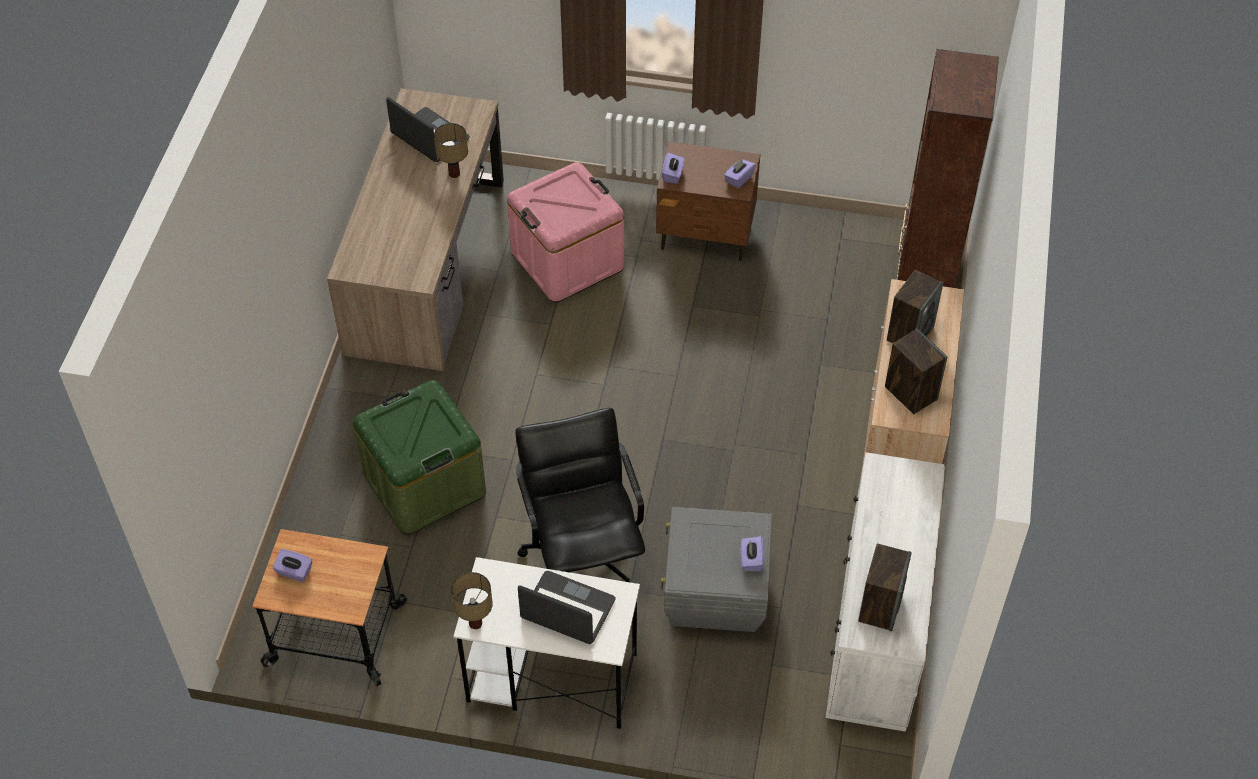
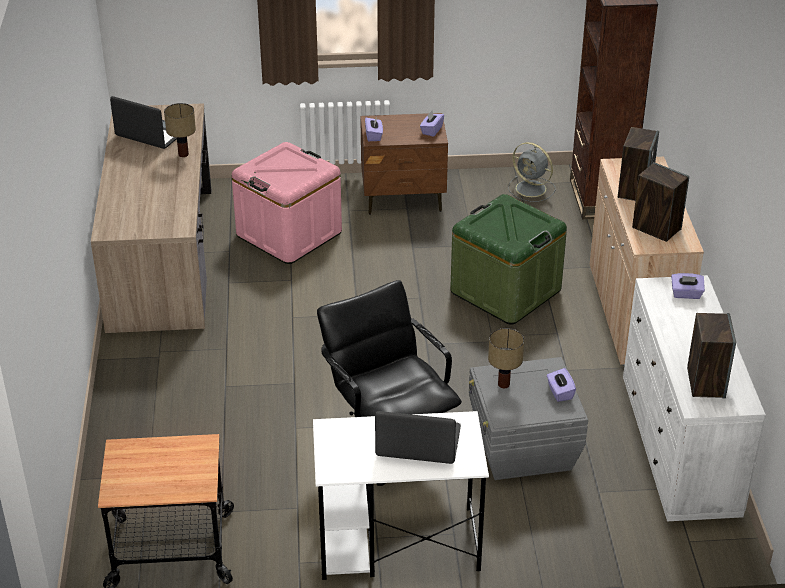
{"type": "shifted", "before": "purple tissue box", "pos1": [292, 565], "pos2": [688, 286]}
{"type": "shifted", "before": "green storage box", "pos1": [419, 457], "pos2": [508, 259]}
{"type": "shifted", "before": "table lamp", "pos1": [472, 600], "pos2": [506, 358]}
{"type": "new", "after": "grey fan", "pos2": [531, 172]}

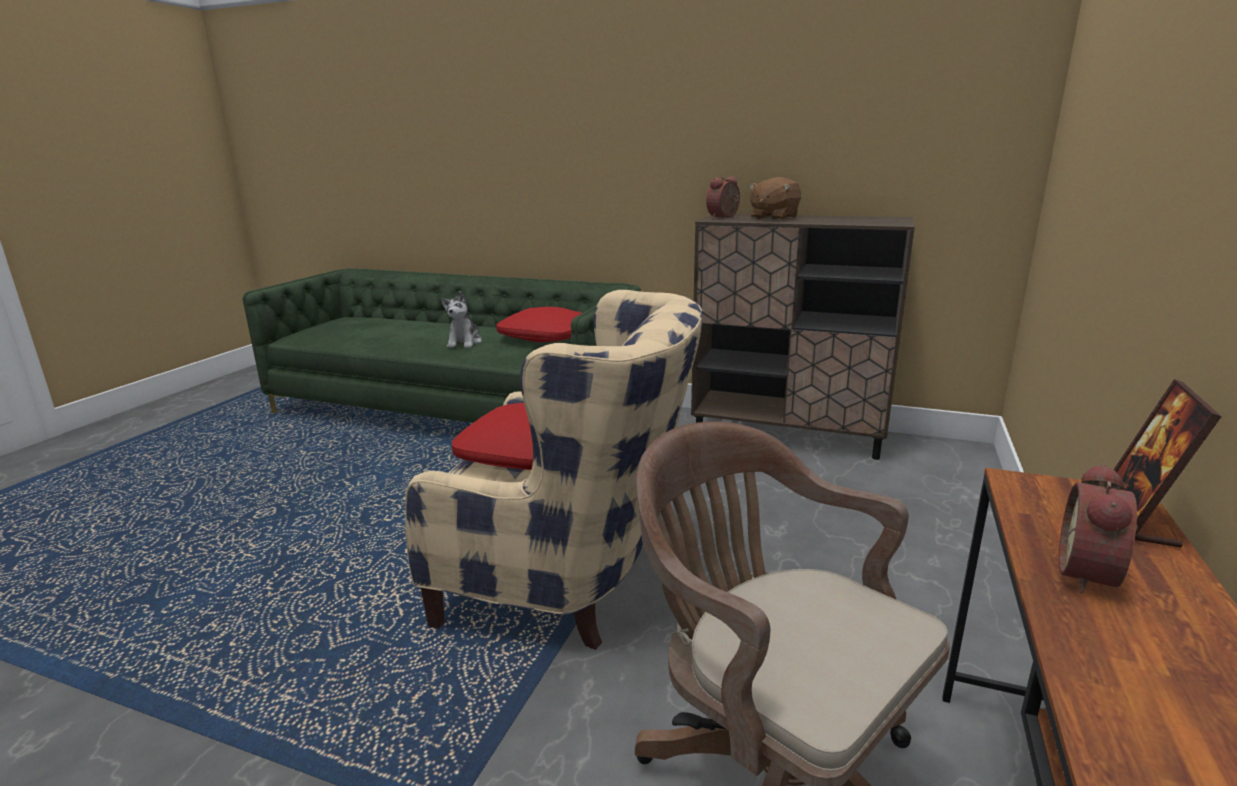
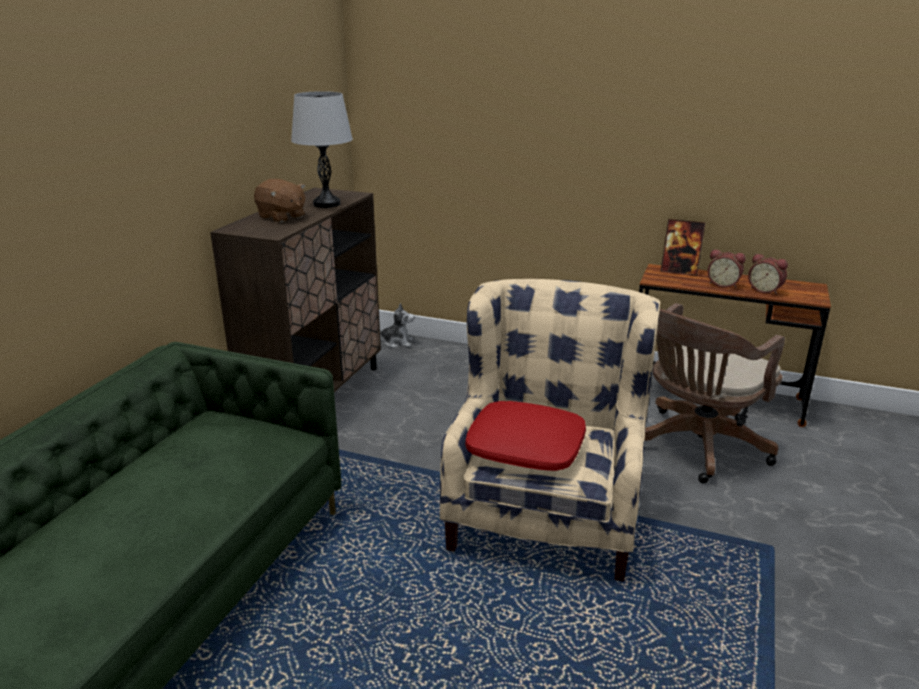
{"type": "shifted", "before": "plush toy", "pos1": [461, 319], "pos2": [397, 325]}
{"type": "gone", "before": "red pillow", "pos1": [539, 324]}
{"type": "shifted", "before": "alarm clock", "pos1": [723, 197], "pos2": [768, 274]}
{"type": "new", "after": "grey table lamp", "pos2": [322, 149]}

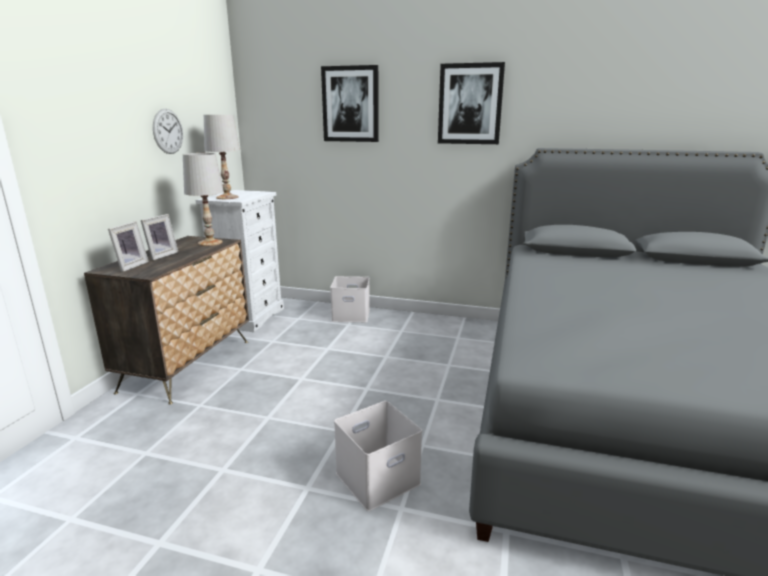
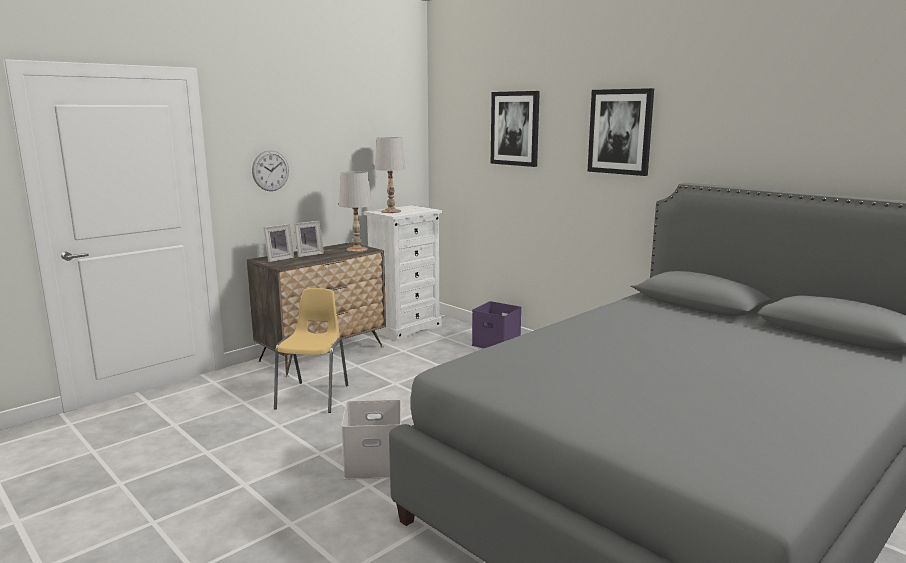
{"type": "shifted", "before": "wall clock", "pos1": [168, 131], "pos2": [270, 170]}
{"type": "repainted", "before": "white storage box", "after": "purple storage box", "pos1": [350, 299], "pos2": [497, 324]}
{"type": "new", "after": "yellow chair", "pos2": [311, 350]}

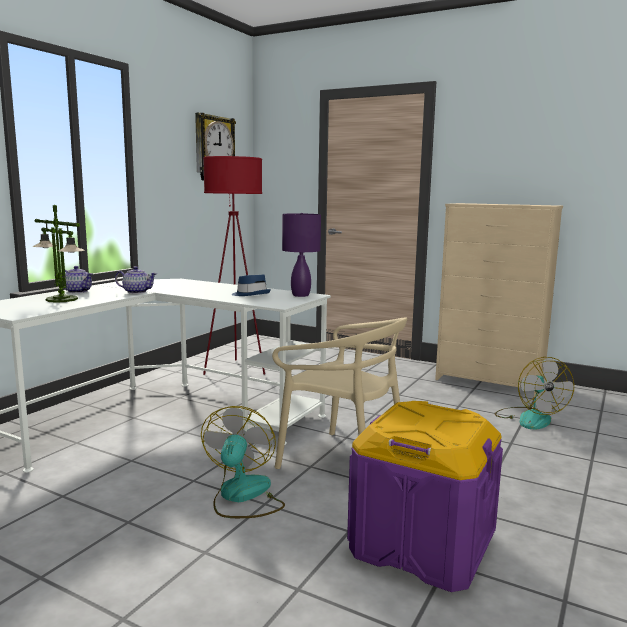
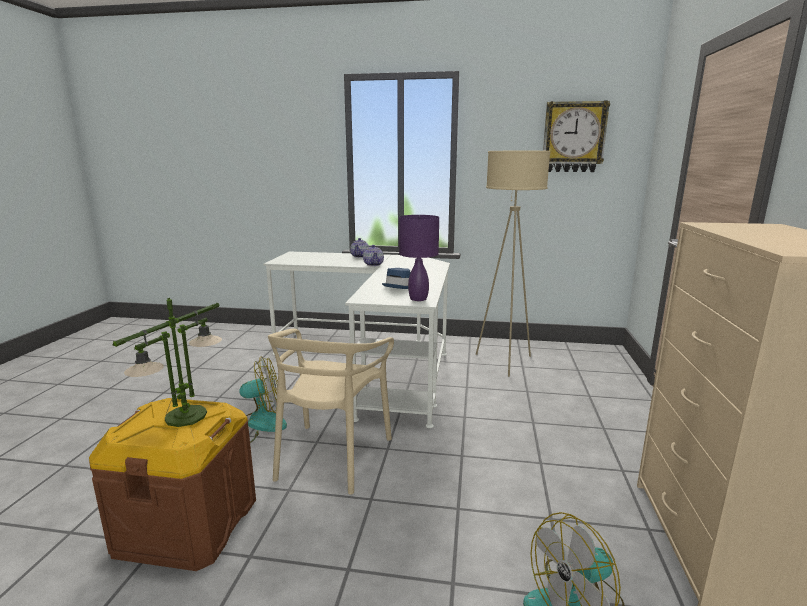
{"type": "shifted", "before": "table lamp", "pos1": [58, 254], "pos2": [167, 362]}
{"type": "repainted", "before": "red floor lamp", "after": "beige floor lamp", "pos1": [234, 265], "pos2": [513, 264]}
{"type": "repainted", "before": "purple storage box", "after": "brown storage box", "pos1": [425, 496], "pos2": [172, 484]}

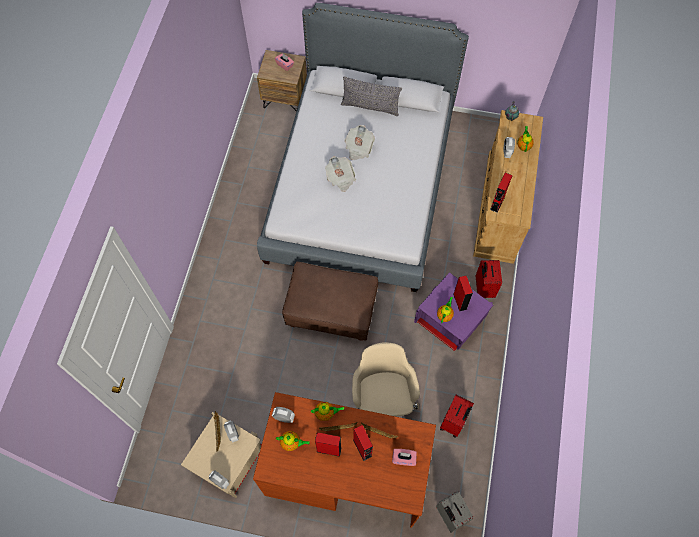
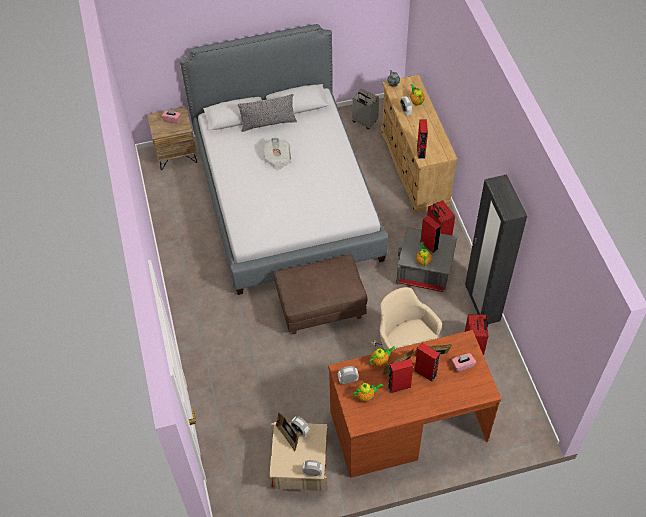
{"type": "gone", "before": "newspaper", "pos1": [340, 174]}
{"type": "repainted", "before": "purple storage box", "after": "grey storage box", "pos1": [453, 311], "pos2": [426, 259]}
{"type": "shifted", "before": "grey suitcase", "pos1": [455, 512], "pos2": [365, 109]}
{"type": "new", "after": "black wardrobe", "pos2": [496, 249]}

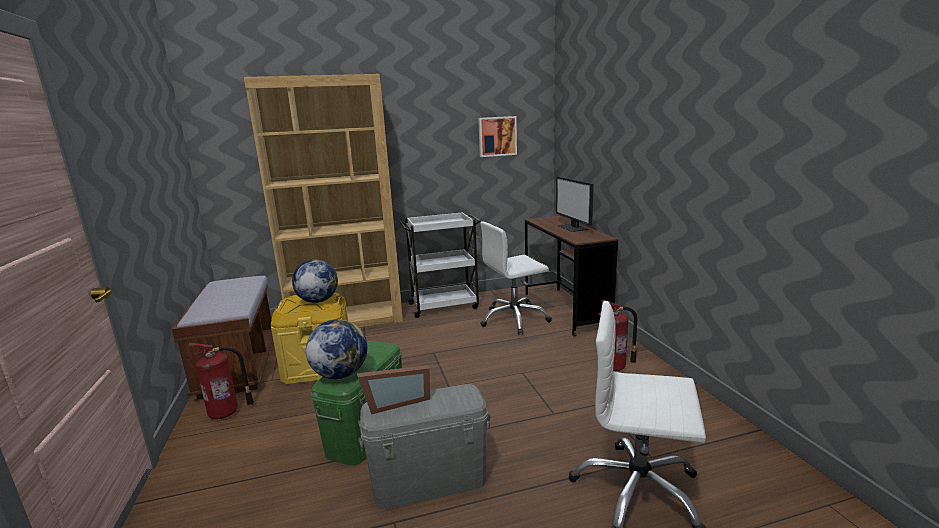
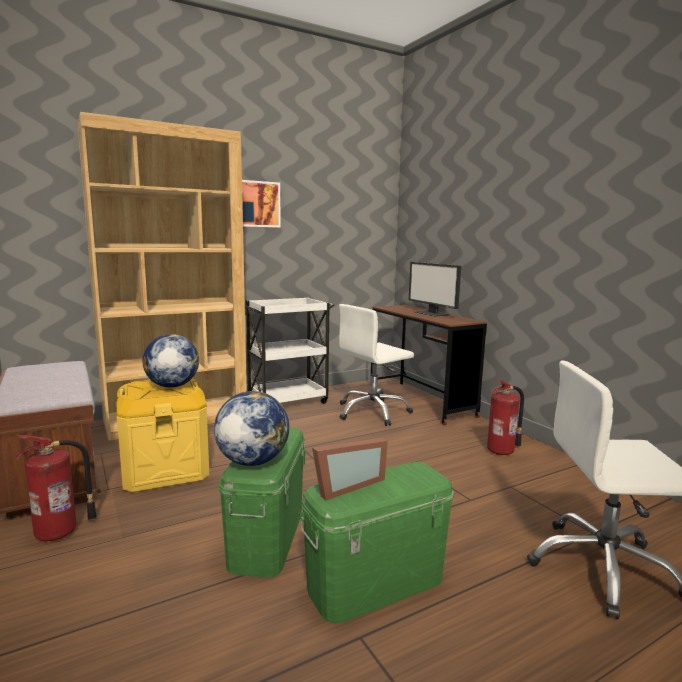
{"type": "repainted", "before": "grey storage box", "after": "green storage box", "pos1": [424, 446], "pos2": [376, 543]}
{"type": "shifted", "before": "picture", "pos1": [497, 136], "pos2": [261, 204]}

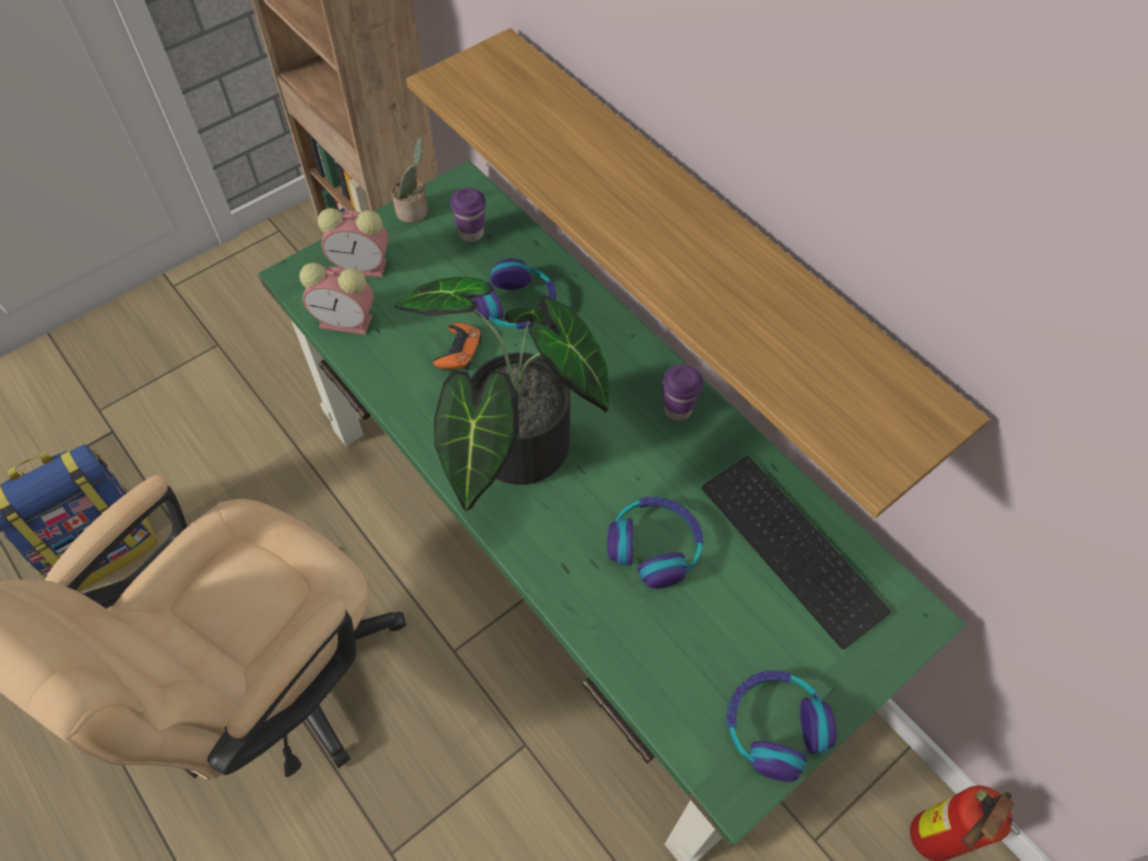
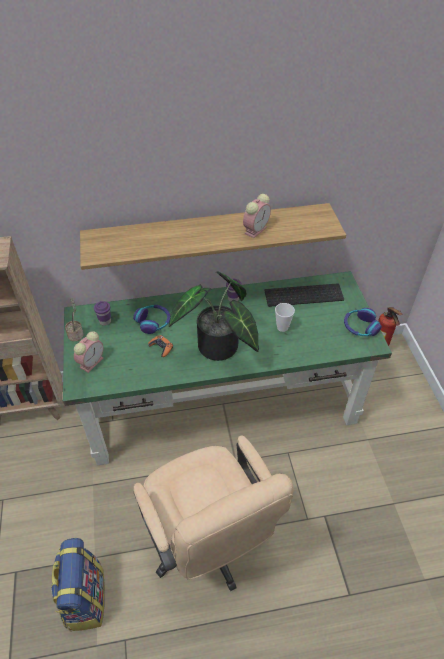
{"type": "shifted", "before": "alarm clock", "pos1": [336, 299], "pos2": [257, 216]}
{"type": "swapped", "before": "headphones", "after": "cup", "pos1": [655, 543], "pos2": [285, 317]}

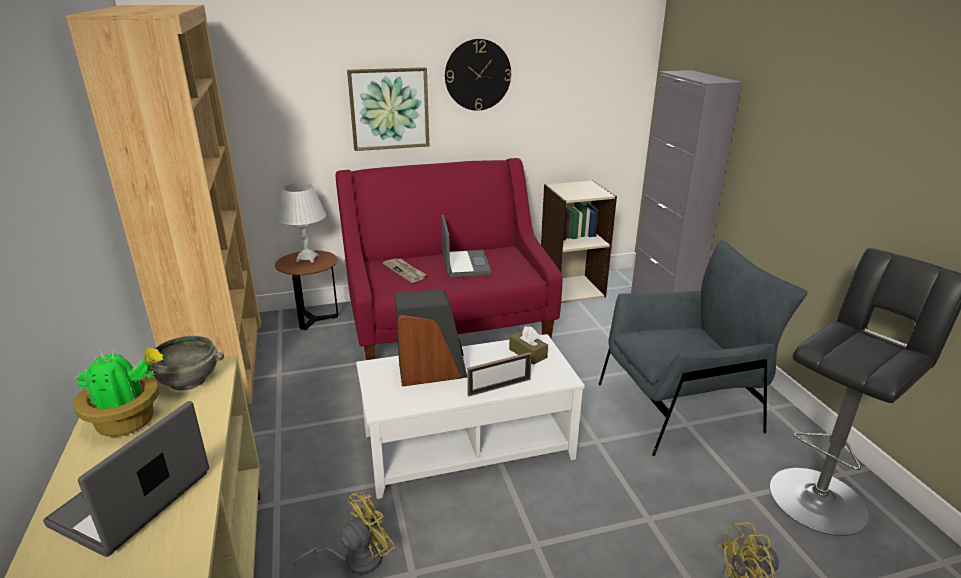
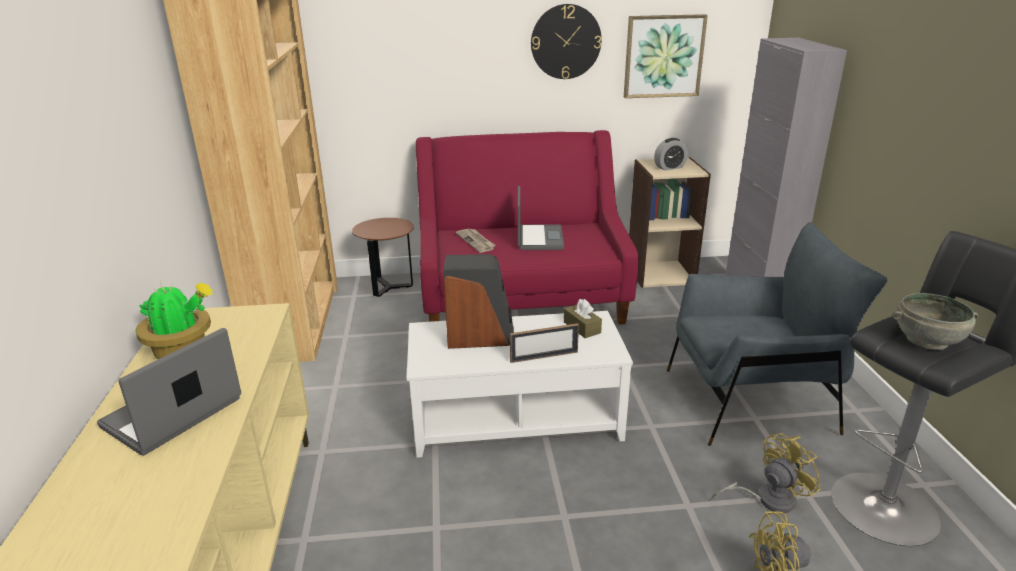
{"type": "shifted", "before": "grey bowl", "pos1": [183, 363], "pos2": [935, 321]}
{"type": "gone", "before": "white table lamp", "pos1": [301, 223]}
{"type": "shifted", "before": "yellow fan", "pos1": [344, 533], "pos2": [766, 473]}
{"type": "shifted", "before": "picture", "pos1": [388, 109], "pos2": [666, 56]}
{"type": "new", "after": "alarm clock", "pos2": [671, 154]}

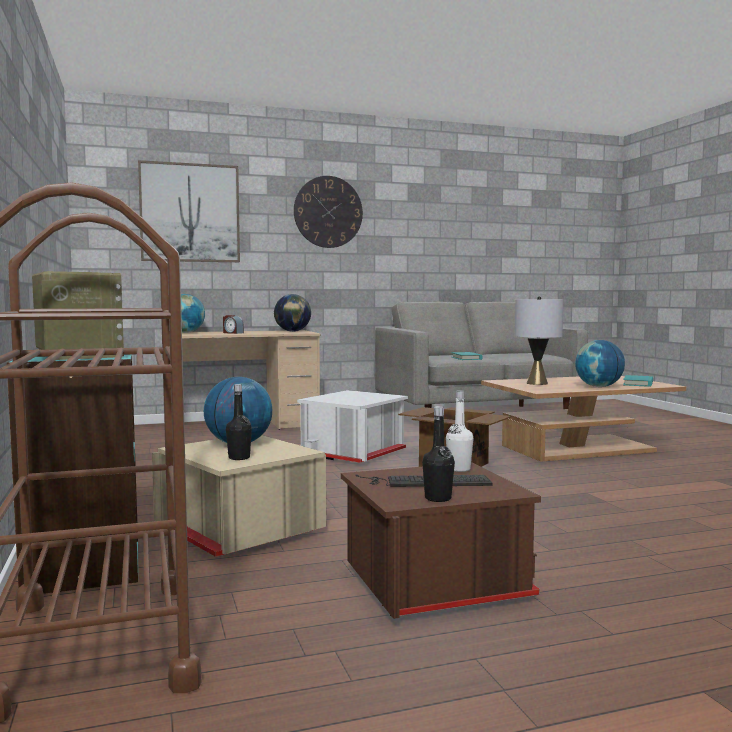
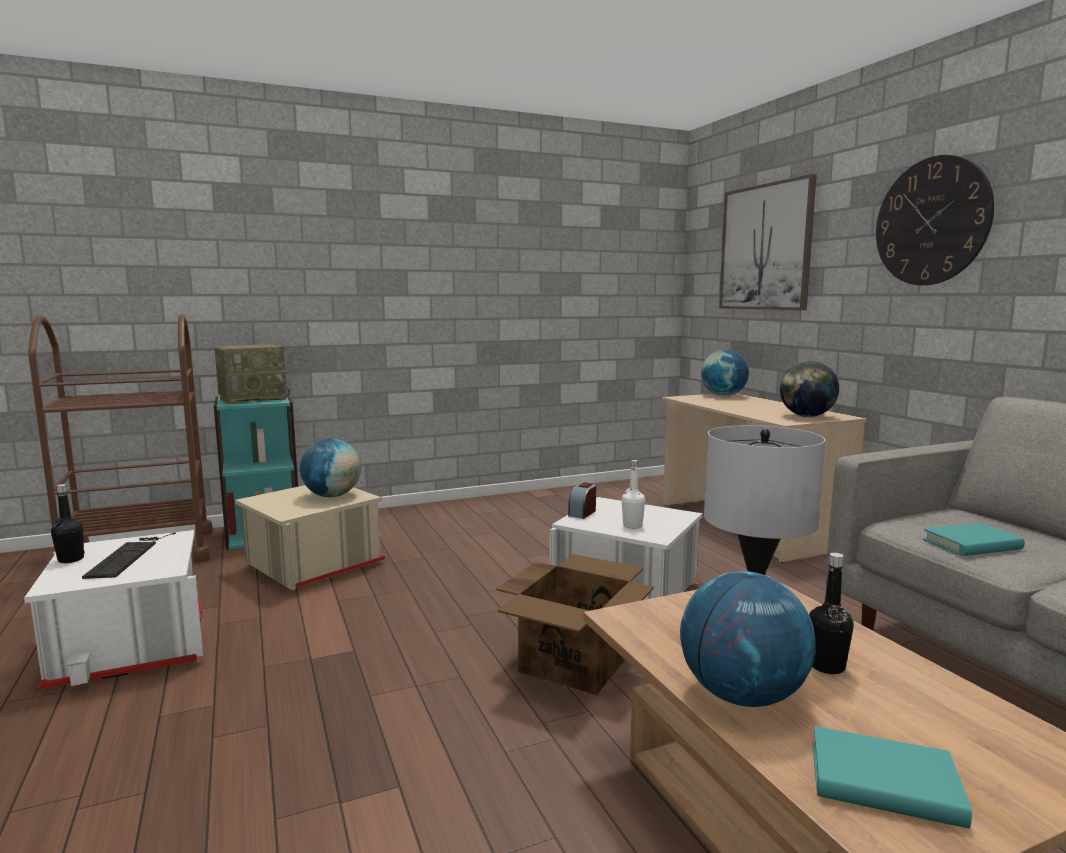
{"type": "shifted", "before": "alarm clock", "pos1": [233, 324], "pos2": [582, 500]}
{"type": "shifted", "before": "black bottle", "pos1": [239, 422], "pos2": [831, 613]}
{"type": "repainted", "before": "brown storage box", "after": "white storage box", "pos1": [441, 540], "pos2": [113, 609]}
{"type": "shifted", "before": "white bottle", "pos1": [460, 431], "pos2": [633, 494]}

